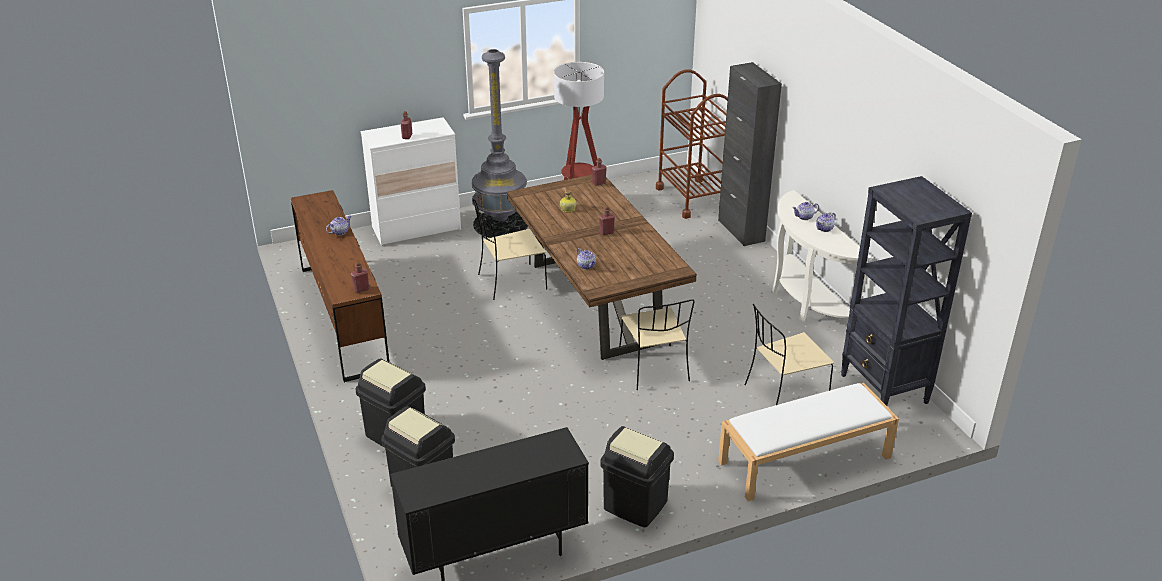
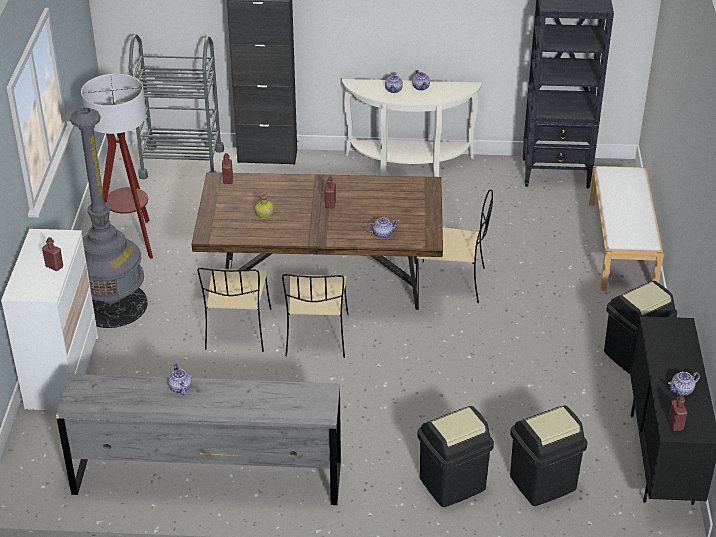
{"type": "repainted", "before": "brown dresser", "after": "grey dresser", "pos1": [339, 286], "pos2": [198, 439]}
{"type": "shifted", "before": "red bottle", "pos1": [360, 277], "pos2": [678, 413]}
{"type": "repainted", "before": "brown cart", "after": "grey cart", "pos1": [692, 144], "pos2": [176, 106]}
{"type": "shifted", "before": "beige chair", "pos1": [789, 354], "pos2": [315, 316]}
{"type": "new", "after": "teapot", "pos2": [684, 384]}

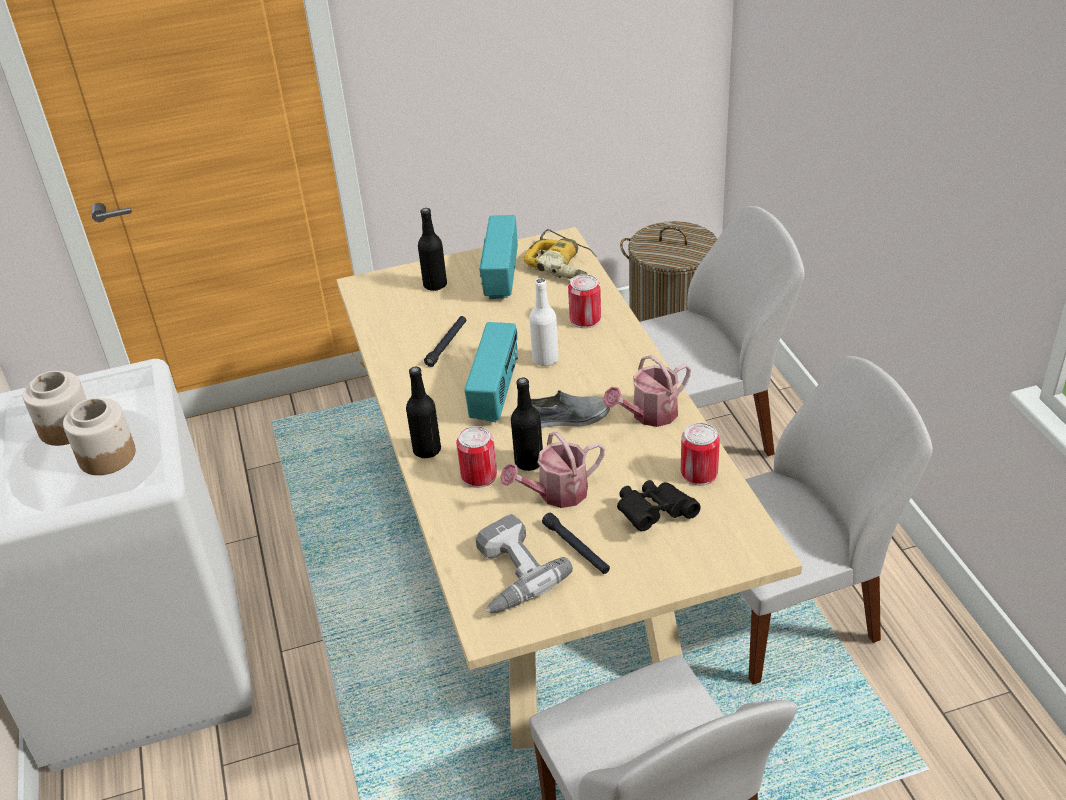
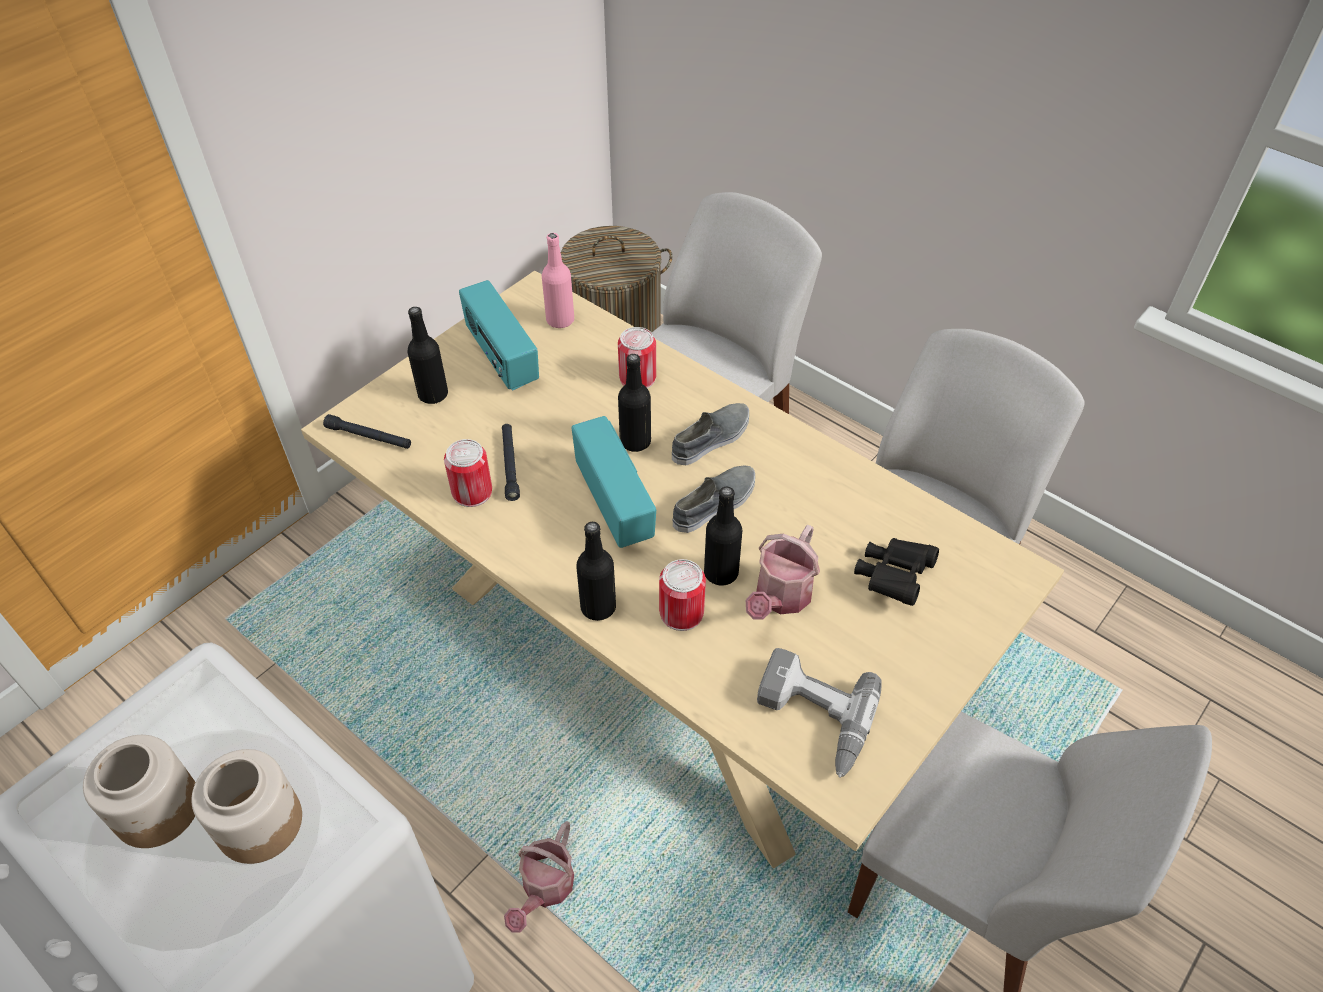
{"type": "swapped", "before": "power drill", "after": "pink bottle", "pos1": [560, 254], "pos2": [558, 280]}
{"type": "repainted", "before": "white bottle", "after": "black bottle", "pos1": [544, 322], "pos2": [634, 403]}
{"type": "shifted", "before": "black flashlight", "pos1": [576, 543], "pos2": [367, 431]}
{"type": "shifted", "before": "watering can", "pos1": [647, 391], "pos2": [539, 877]}
{"type": "shifted", "before": "can", "pos1": [700, 454], "pos2": [468, 473]}
{"type": "new", "after": "grey shoe", "pos2": [710, 434]}

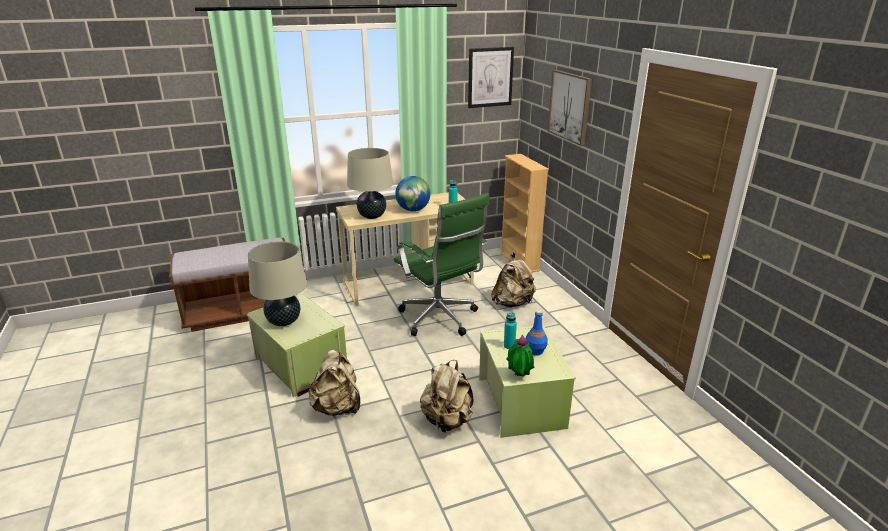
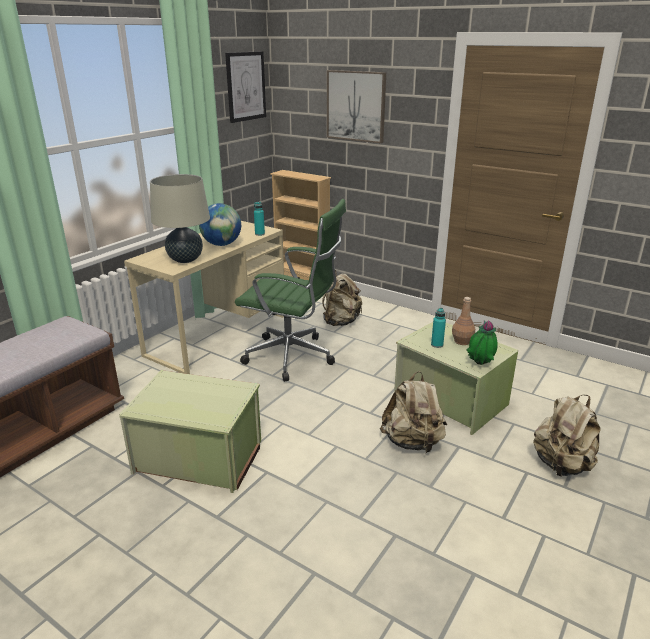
{"type": "gone", "before": "beige table lamp", "pos1": [277, 284]}
{"type": "shifted", "before": "beige backpack", "pos1": [334, 383], "pos2": [567, 436]}
{"type": "repainted", "before": "blue bottle", "after": "brown bottle", "pos1": [537, 333], "pos2": [463, 321]}

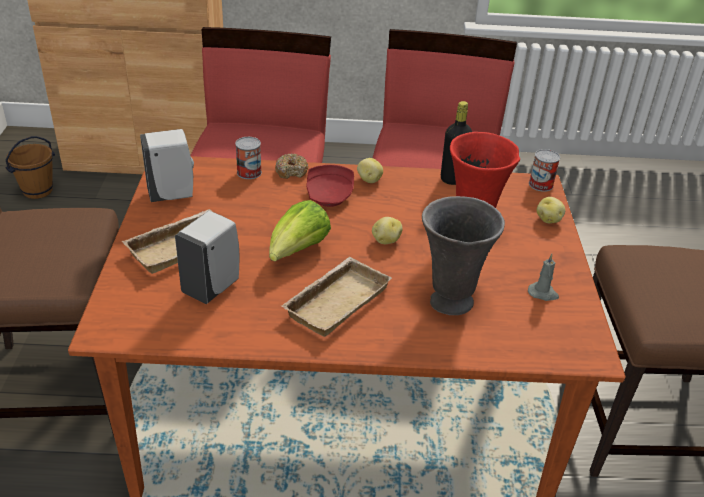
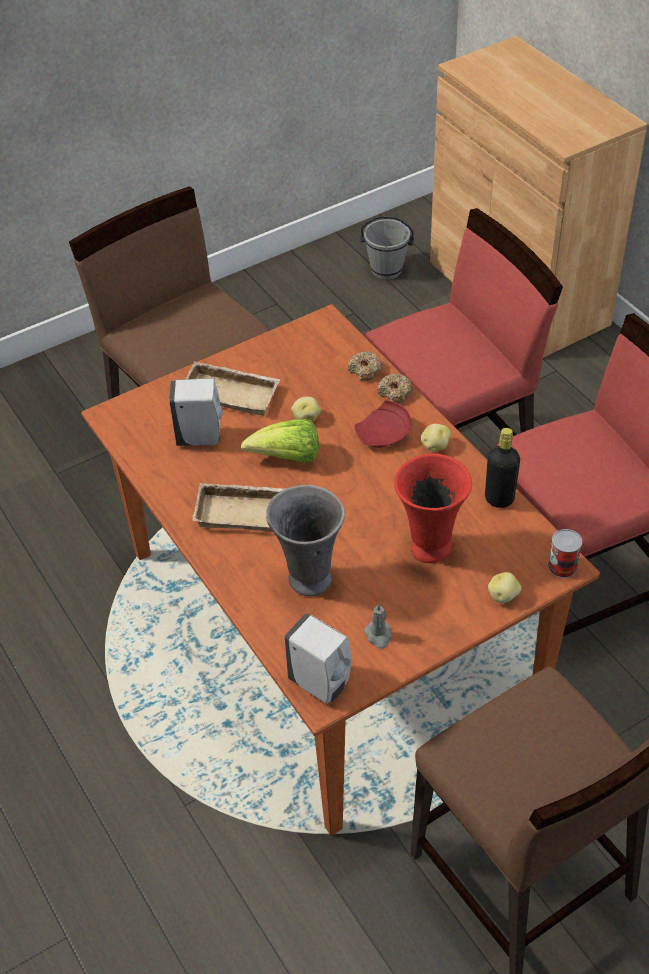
{"type": "repainted", "before": "brown bucket", "after": "grey bucket", "pos1": [30, 167], "pos2": [387, 248]}
{"type": "shifted", "before": "white soap dispenser", "pos1": [167, 165], "pos2": [318, 658]}
{"type": "swapped", "before": "can", "after": "donut", "pos1": [248, 158], "pos2": [365, 366]}
{"type": "shifted", "before": "potato", "pos1": [387, 230], "pos2": [306, 409]}

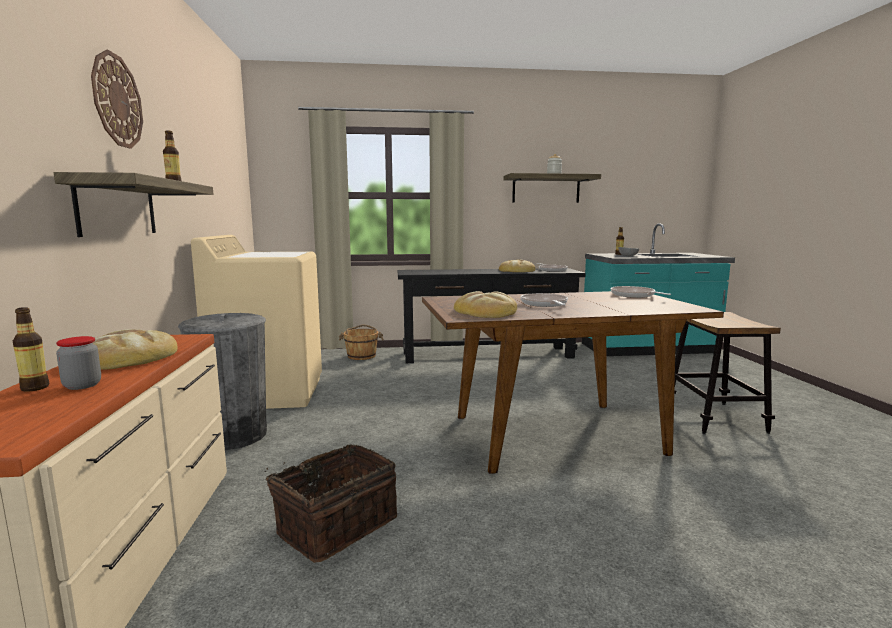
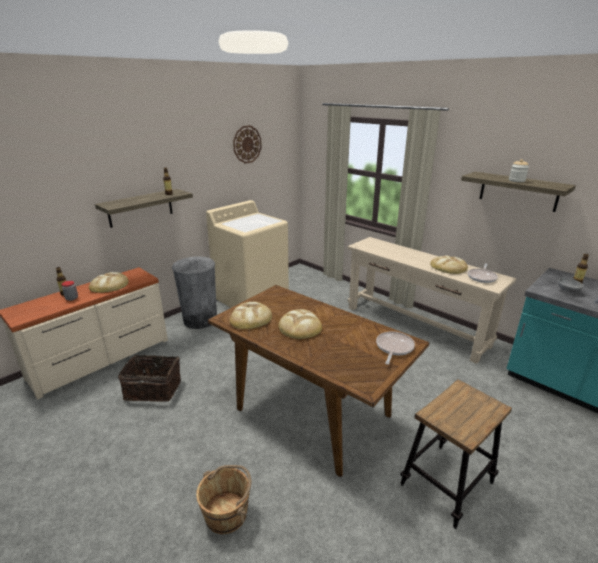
{"type": "shifted", "before": "wall clock", "pos1": [117, 99], "pos2": [247, 144]}
{"type": "shifted", "before": "brown bucket", "pos1": [361, 342], "pos2": [223, 499]}
{"type": "repainted", "before": "black console table", "after": "beige console table", "pos1": [492, 315], "pos2": [432, 300]}
{"type": "swapped", "before": "frying pan", "after": "bread", "pos1": [544, 300], "pos2": [300, 324]}

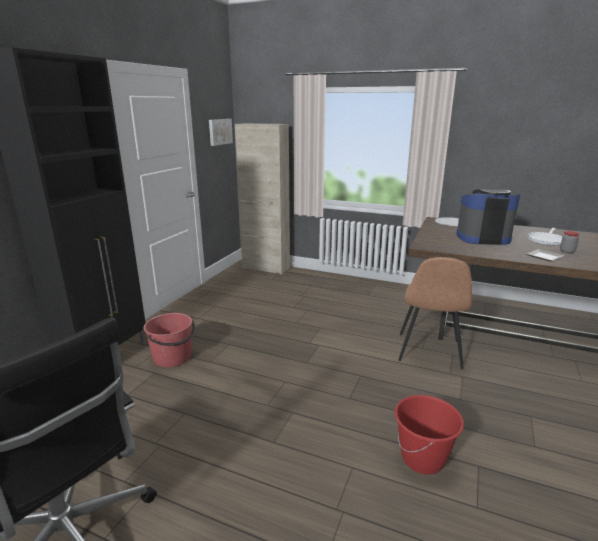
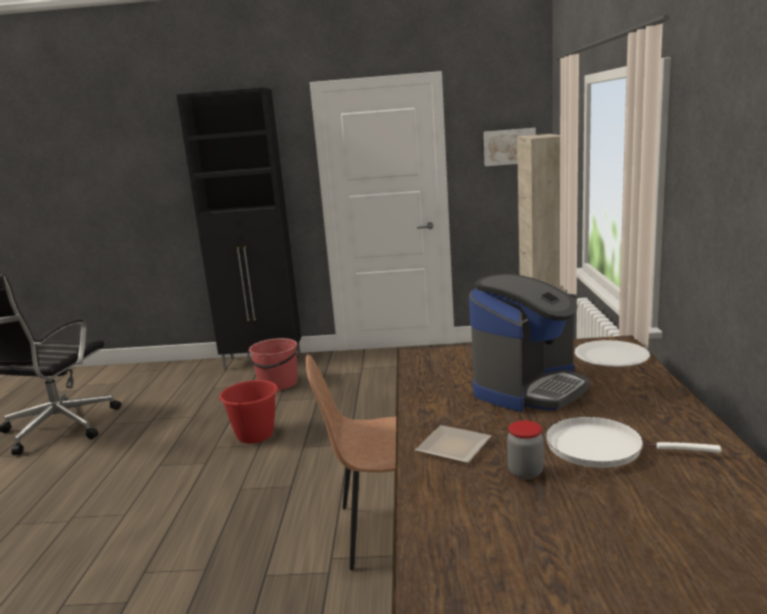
{"type": "shifted", "before": "red bucket", "pos1": [429, 435], "pos2": [249, 412]}
{"type": "rotated", "before": "coffee machine", "pos1": [488, 217], "pos2": [529, 343], "turn": 60}

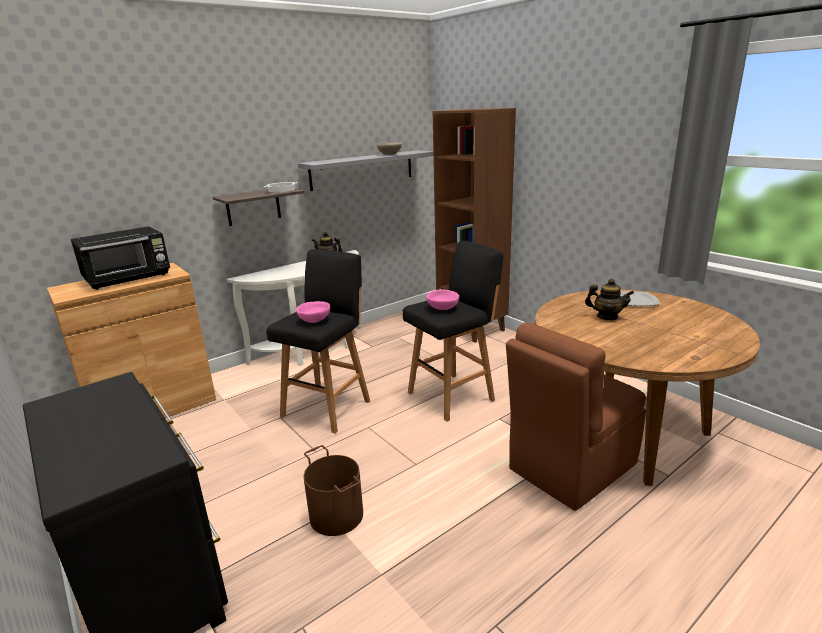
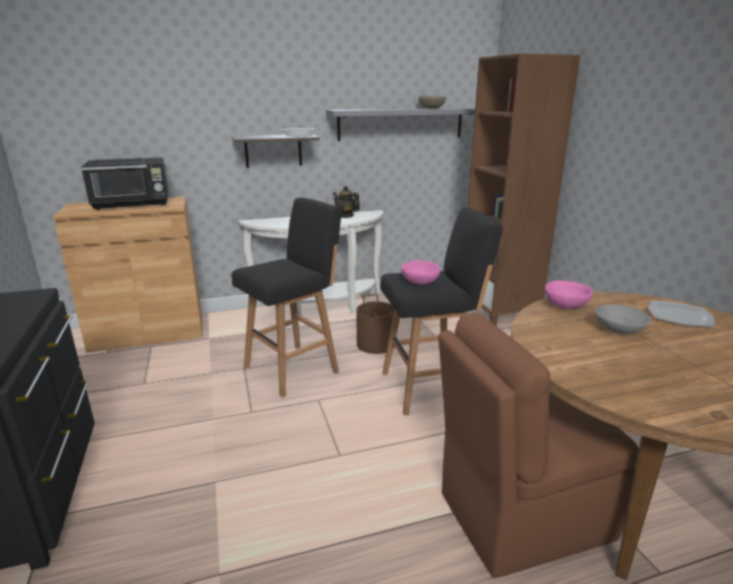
{"type": "shifted", "before": "pink bowl", "pos1": [313, 312], "pos2": [569, 294]}
{"type": "shifted", "before": "brown bucket", "pos1": [333, 490], "pos2": [375, 324]}
{"type": "swapped", "before": "teapot", "after": "grey bowl", "pos1": [609, 299], "pos2": [623, 319]}

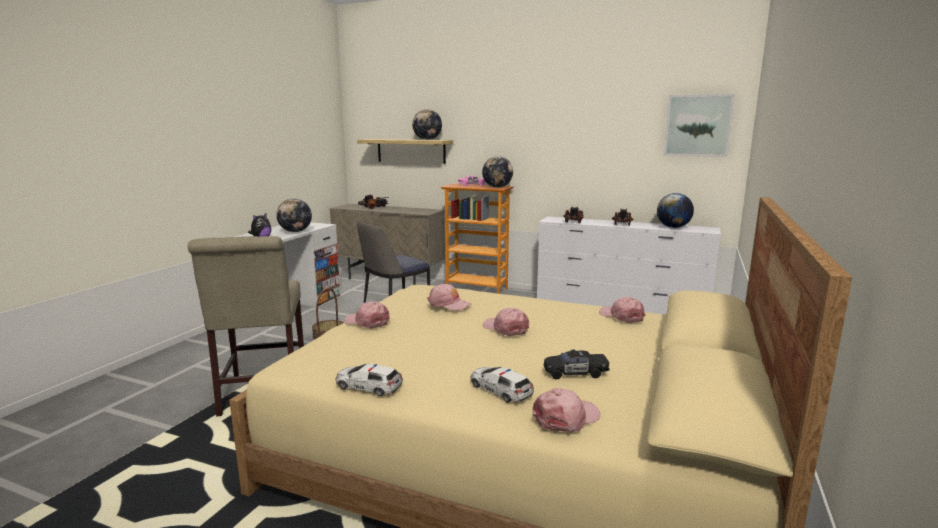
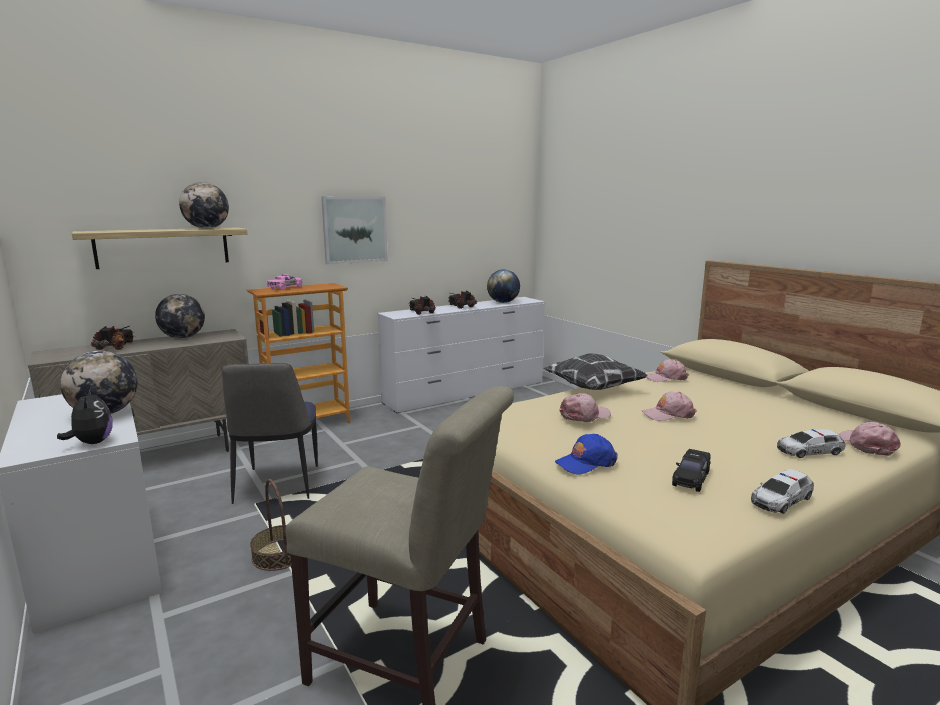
{"type": "repainted", "before": "pink cap", "after": "blue cap", "pos1": [367, 315], "pos2": [586, 454]}
{"type": "shifted", "before": "globe", "pos1": [497, 172], "pos2": [180, 316]}
{"type": "shifted", "before": "black toy car", "pos1": [577, 364], "pos2": [691, 470]}
{"type": "shifted", "before": "picture", "pos1": [699, 125], "pos2": [354, 230]}
{"type": "new", "after": "pillow", "pos2": [595, 371]}

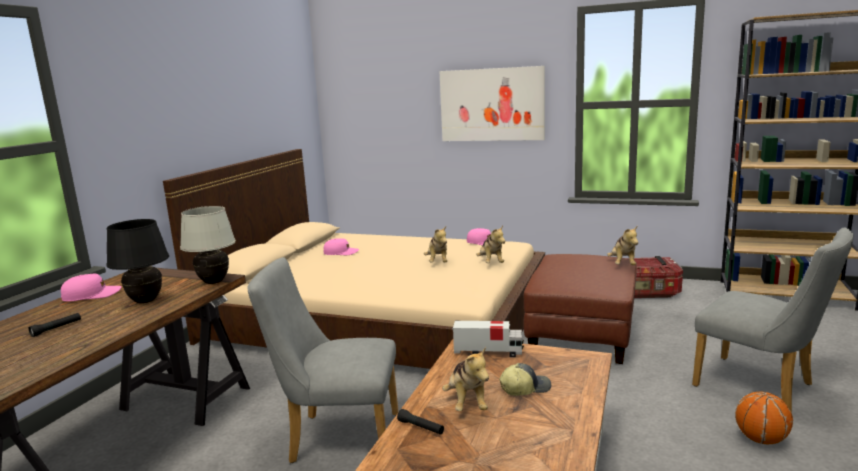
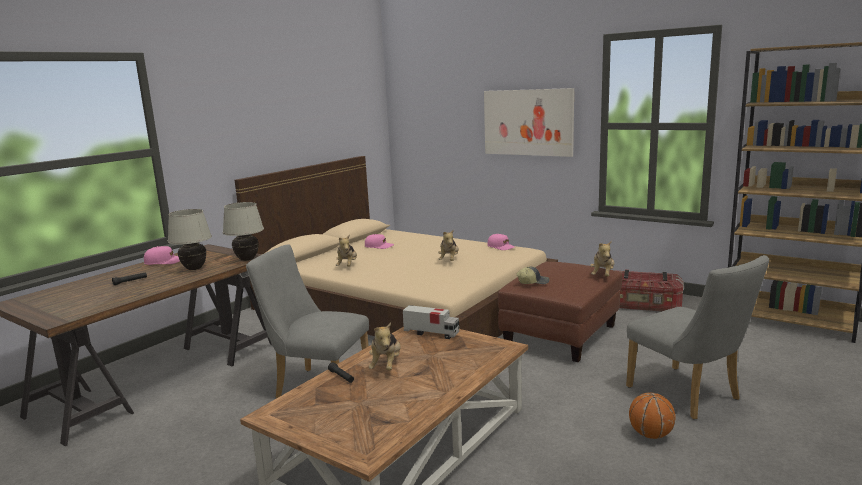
{"type": "repainted", "before": "black table lamp", "after": "white table lamp", "pos1": [137, 261], "pos2": [190, 239]}
{"type": "shifted", "before": "plush toy", "pos1": [490, 244], "pos2": [346, 251]}
{"type": "shifted", "before": "cap", "pos1": [525, 379], "pos2": [533, 275]}

